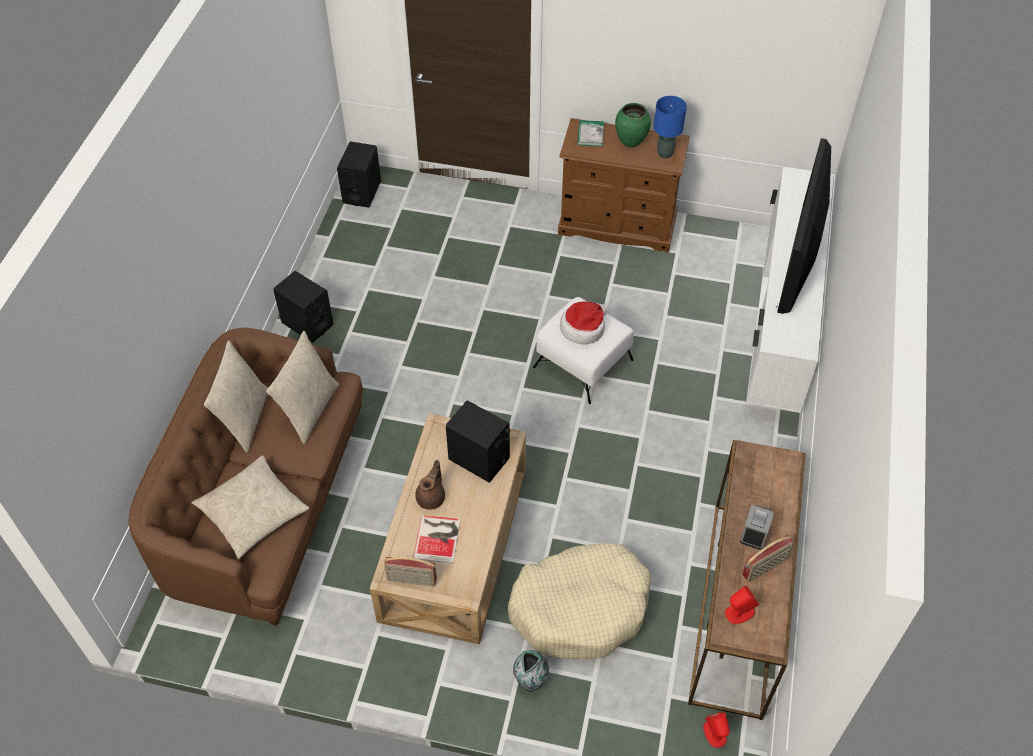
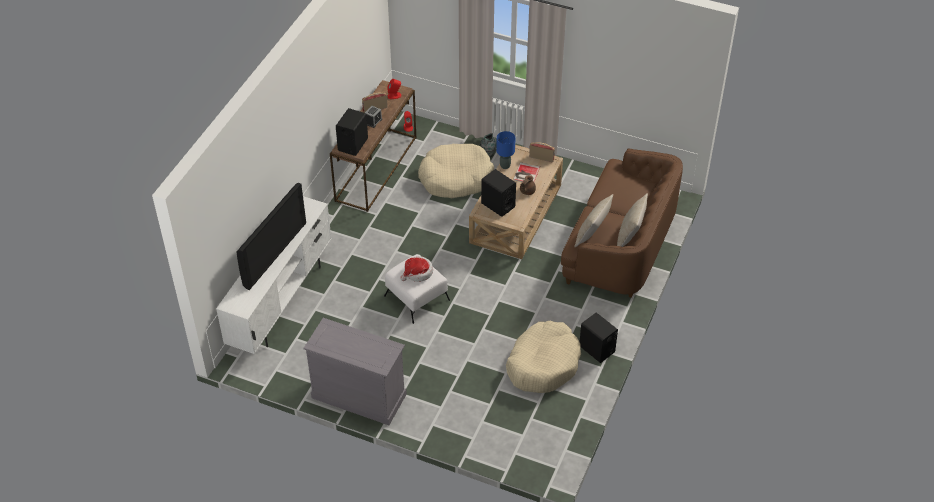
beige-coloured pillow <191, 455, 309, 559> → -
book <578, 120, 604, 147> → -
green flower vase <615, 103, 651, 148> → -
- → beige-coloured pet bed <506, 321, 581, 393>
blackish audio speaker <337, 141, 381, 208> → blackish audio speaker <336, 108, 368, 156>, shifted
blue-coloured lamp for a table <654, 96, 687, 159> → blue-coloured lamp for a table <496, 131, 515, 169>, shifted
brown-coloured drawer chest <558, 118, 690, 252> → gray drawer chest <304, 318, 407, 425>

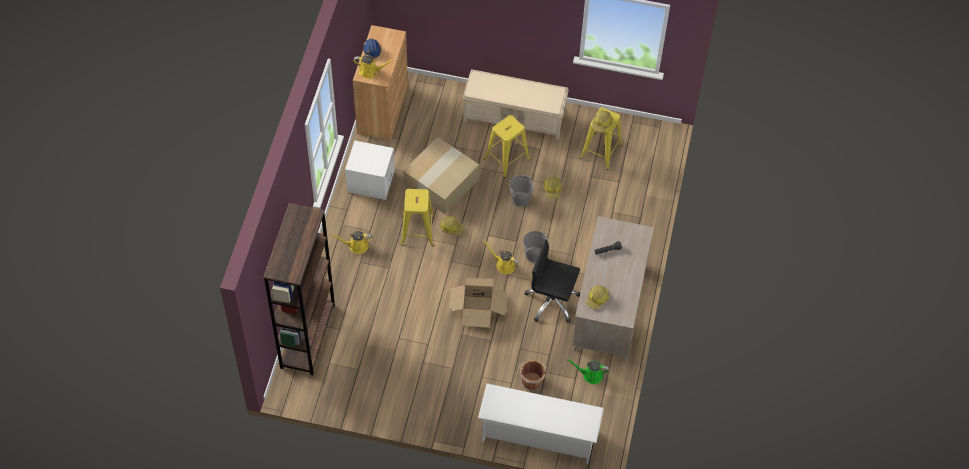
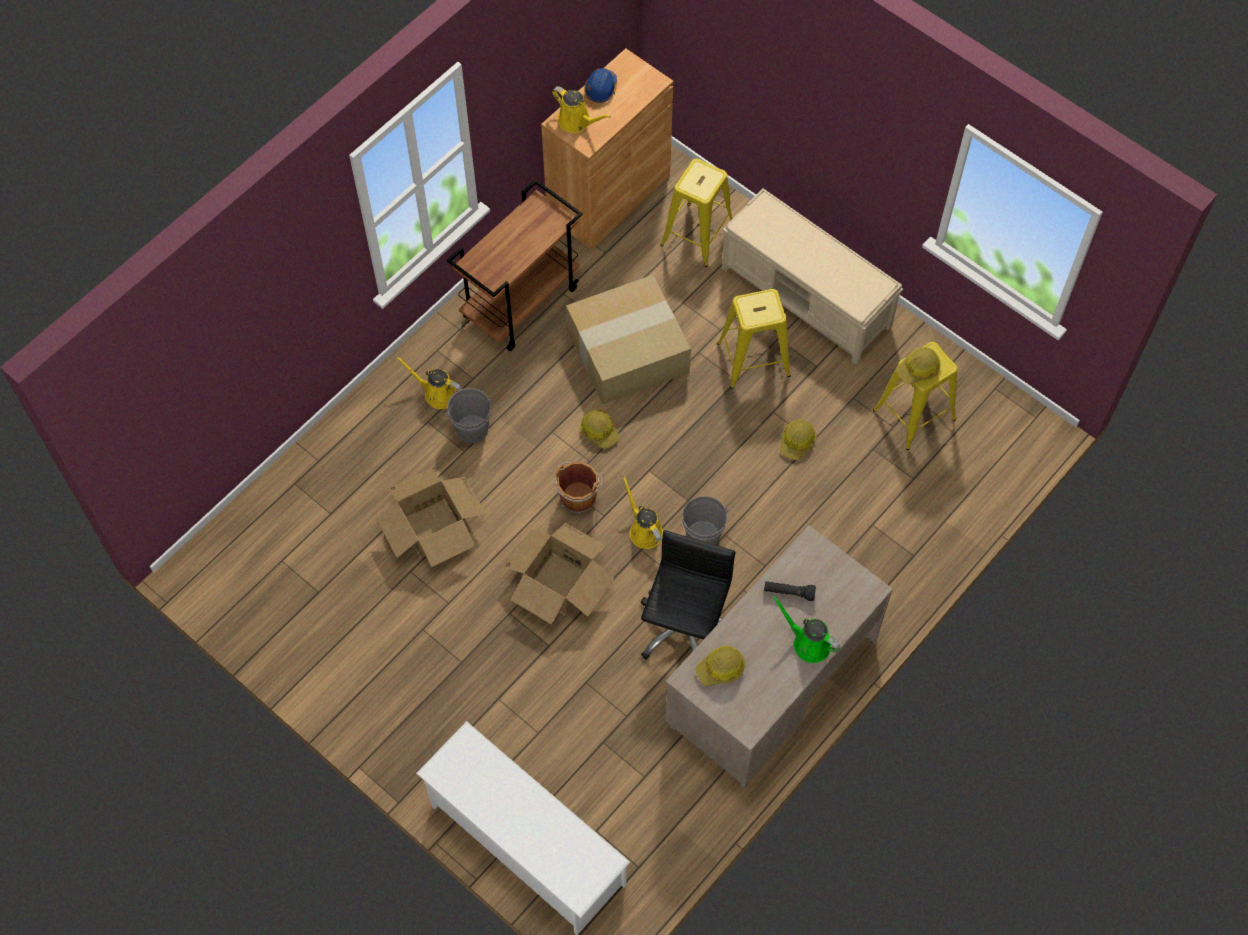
brown-coloured shelving unit <263, 203, 335, 375> → -
- → packing box <376, 468, 486, 567>
yellow-coloured sitting stool <401, 189, 435, 246> → yellow-coloured sitting stool <660, 159, 733, 267>, shifted
gray pail <510, 175, 534, 207> → gray pail <445, 388, 492, 443>, shifted
brown-coloured pail <519, 360, 547, 391> → brown-coloured pail <556, 462, 603, 514>, shifted
green sprinkling can <567, 359, 609, 384> → green sprinkling can <772, 595, 840, 663>, shifted
white night table <345, 140, 395, 200> → brown-coloured cart <447, 179, 583, 351>
blackish office chair <524, 239, 580, 323> → blackish office chair <640, 530, 736, 660>, 60 degrees clockwise

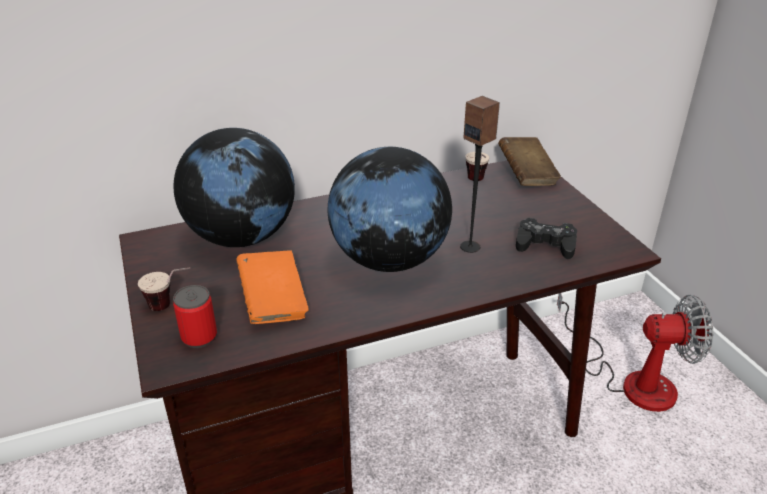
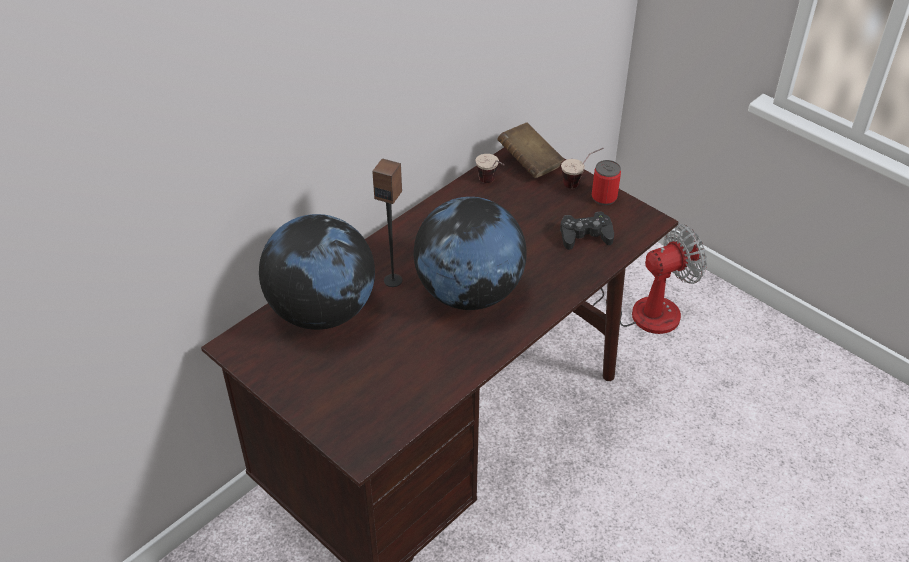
orangey book <236, 250, 309, 324> → -
drinking cup <138, 267, 191, 311> → drinking cup <561, 148, 604, 188>, shifted
metal can <173, 285, 217, 348> → metal can <592, 160, 621, 205>, shifted
audio speaker <460, 96, 500, 253> → audio speaker <372, 158, 403, 287>, shifted

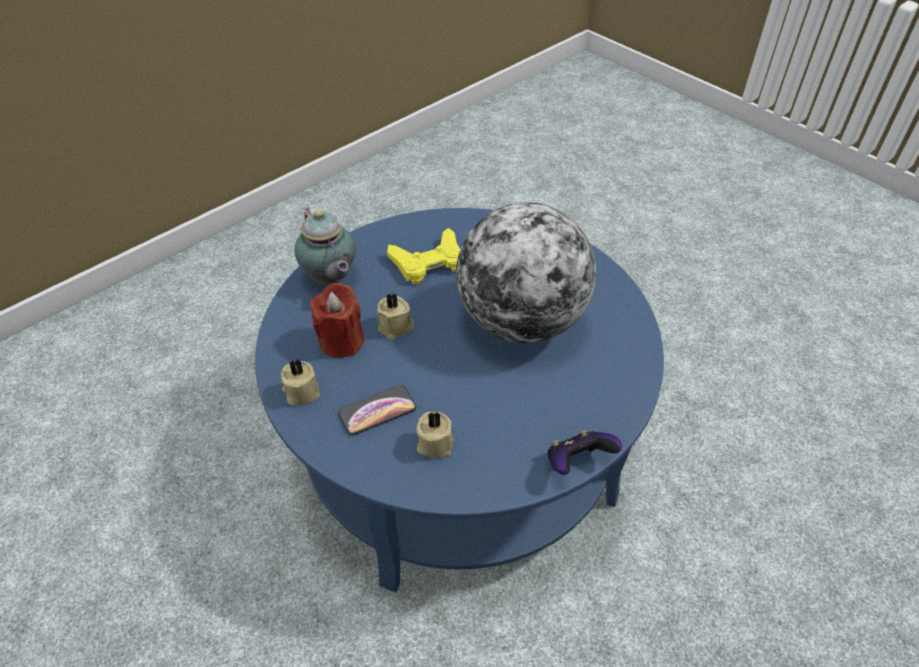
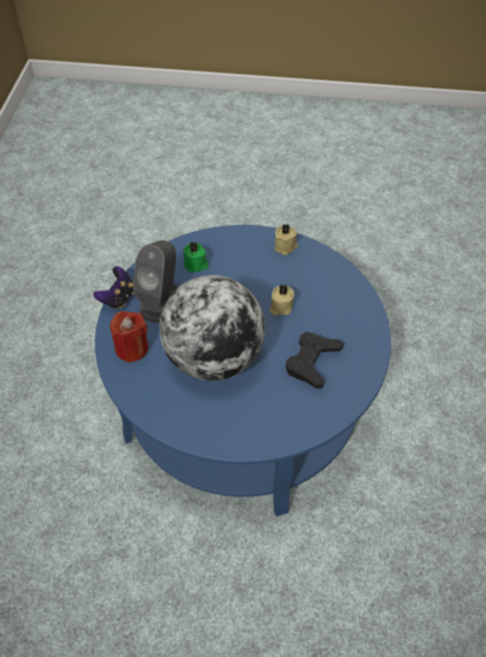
pot for tea <295, 207, 356, 284> → -
phone <338, 385, 416, 435> → -
- → gray audio speaker <133, 240, 178, 323>
reddish wax light <310, 283, 364, 358> → reddish wax light <110, 311, 148, 363>, shifted
yellow-coloured joypad <387, 228, 460, 284> → blackish joypad <286, 332, 344, 388>
beige-coloured wax light <417, 410, 454, 458> → green wax light <183, 242, 209, 273>

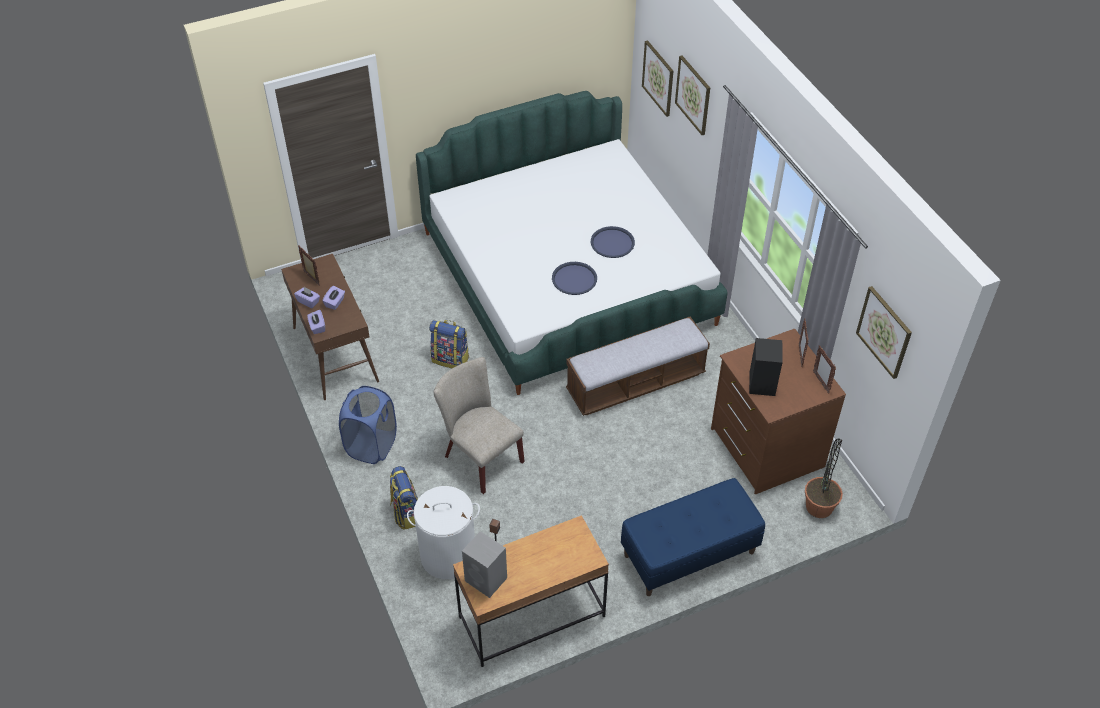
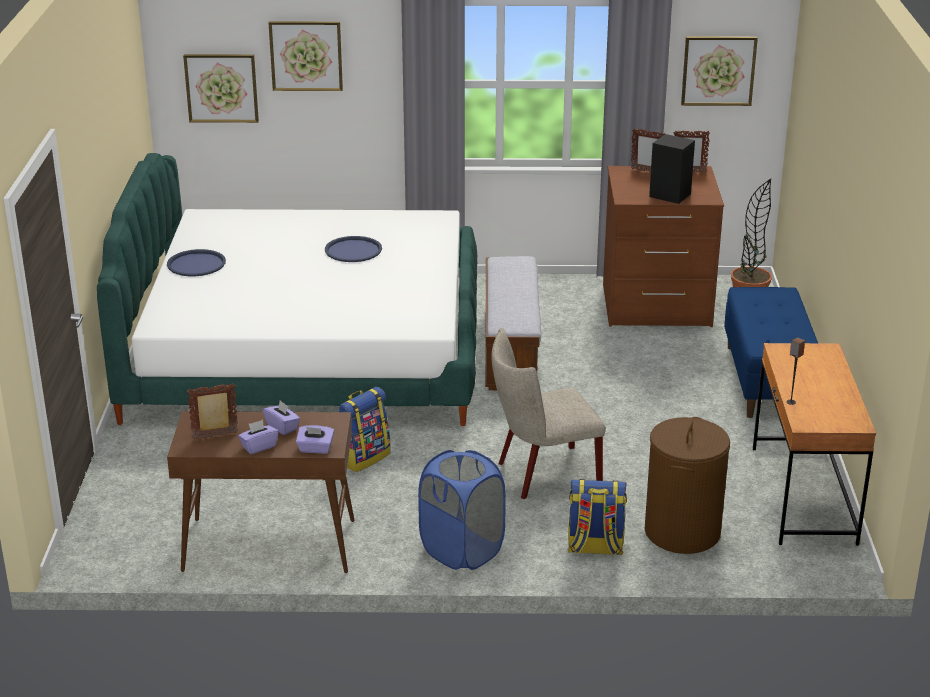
gray audio speaker <462, 531, 507, 598> → -
blue-coloured tray <552, 262, 597, 295> → blue-coloured tray <167, 249, 226, 276>, shifted
white hamper <407, 486, 480, 579> → brown-coloured hamper <645, 417, 730, 554>

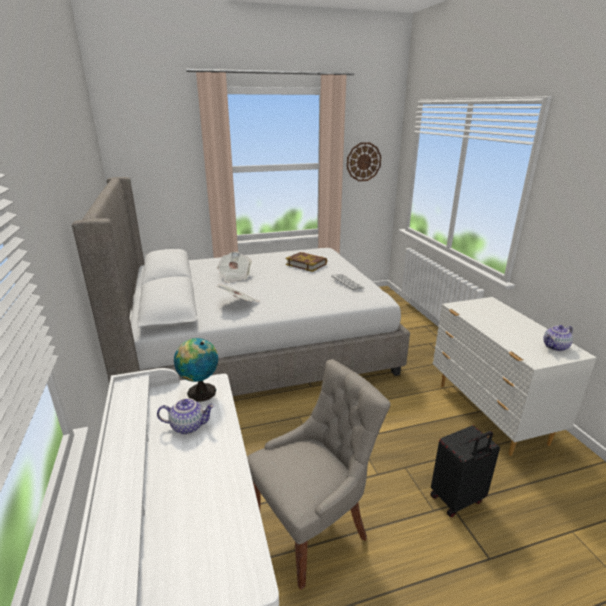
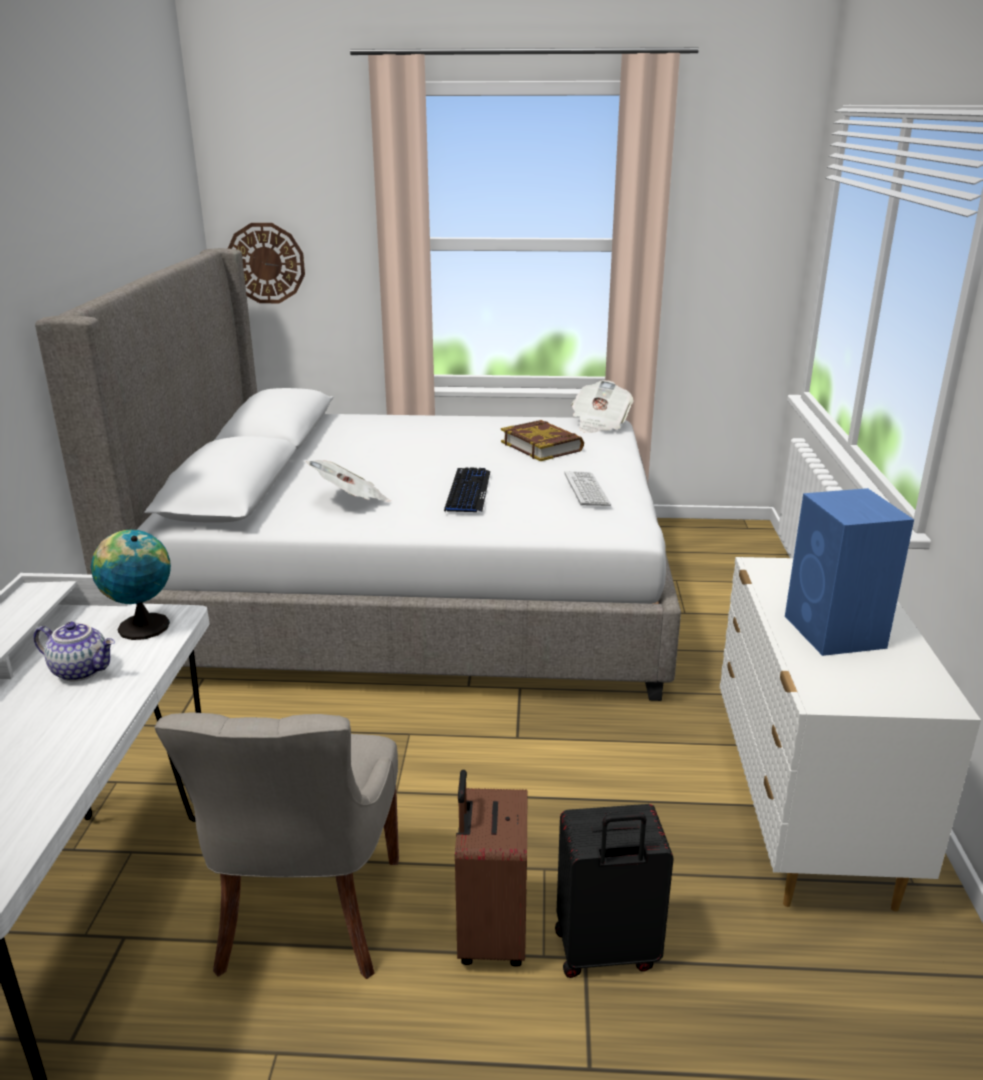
pot for tea <543, 325, 573, 351> → -
- → computer keyboard <444, 467, 490, 512>
- → brown-coloured travel case <455, 770, 528, 967>
- → blue-coloured audio speaker <785, 488, 914, 656>
printed paper <217, 252, 252, 283> → printed paper <571, 380, 634, 433>, shifted
clock on the wall <347, 142, 381, 181> → clock on the wall <228, 223, 305, 303>, shifted
gray plain chair <247, 359, 391, 590> → gray plain chair <155, 712, 399, 979>, 105 degrees clockwise

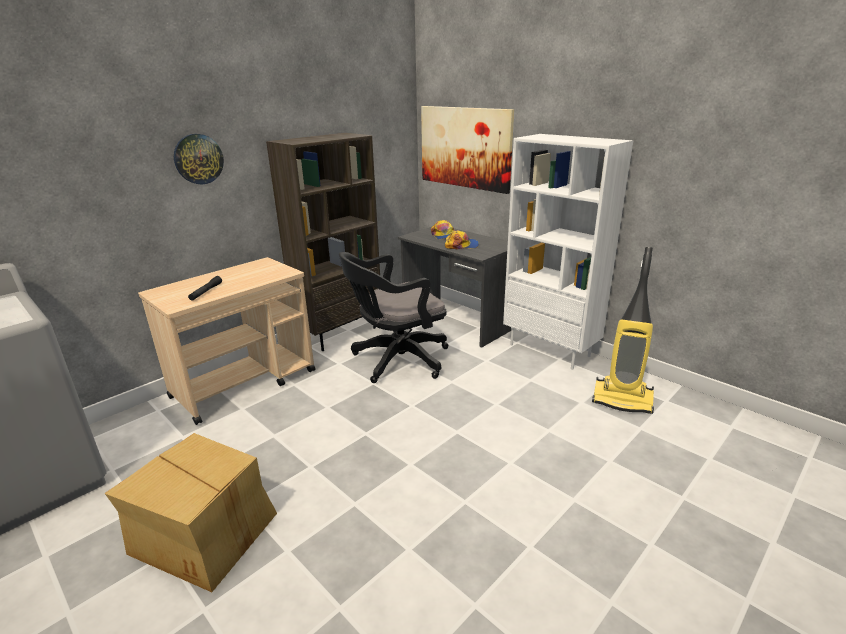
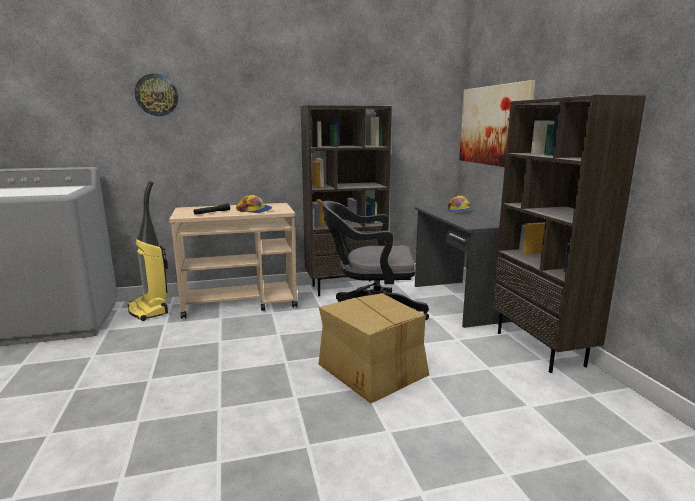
packing box <105, 433, 277, 592> → packing box <318, 293, 429, 403>, shifted
clock on the wall <174, 134, 224, 184> → clock on the wall <135, 74, 178, 116>, shifted
baseball cap <445, 230, 479, 250> → baseball cap <236, 195, 273, 213>, shifted
hoover <592, 247, 654, 414> → hoover <128, 181, 168, 321>, shifted
white shelving unit <503, 134, 634, 370> → brown-coloured shelving unit <492, 95, 646, 373>

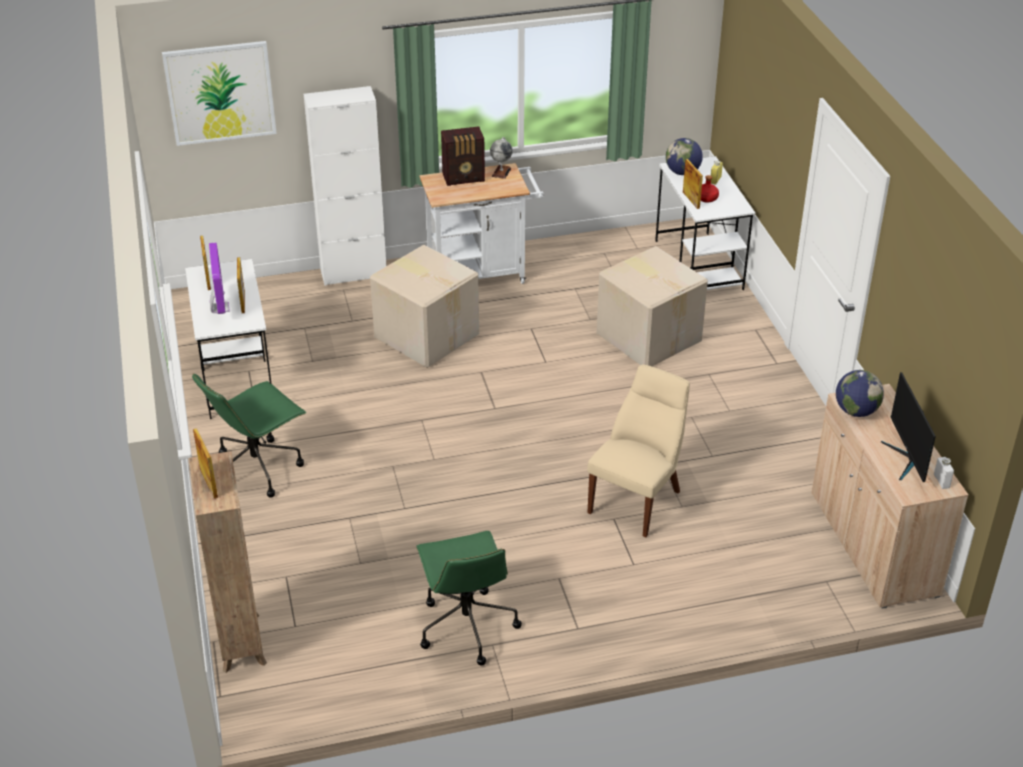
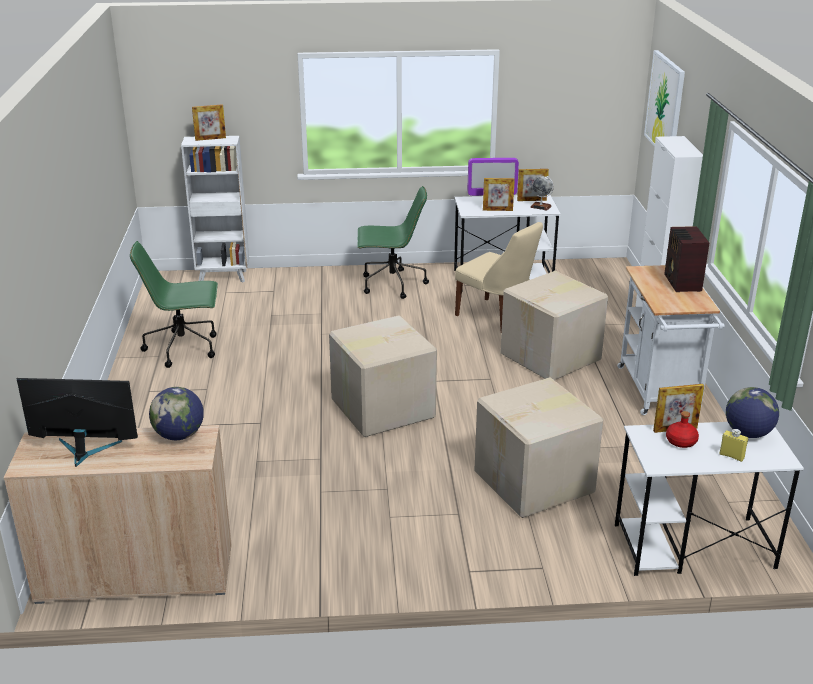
white bottle <934, 457, 954, 489> → -
- → packing box <329, 315, 437, 437>
desk globe <490, 137, 513, 179> → desk globe <530, 176, 554, 211>, shifted
beige-coloured plain chair <587, 365, 690, 538> → beige-coloured plain chair <455, 222, 543, 332>, shifted
brown-coloured shelving unit <189, 451, 267, 673> → white shelving unit <181, 136, 249, 282>
green office chair <192, 373, 306, 498> → green office chair <357, 186, 429, 299>, 120 degrees clockwise

